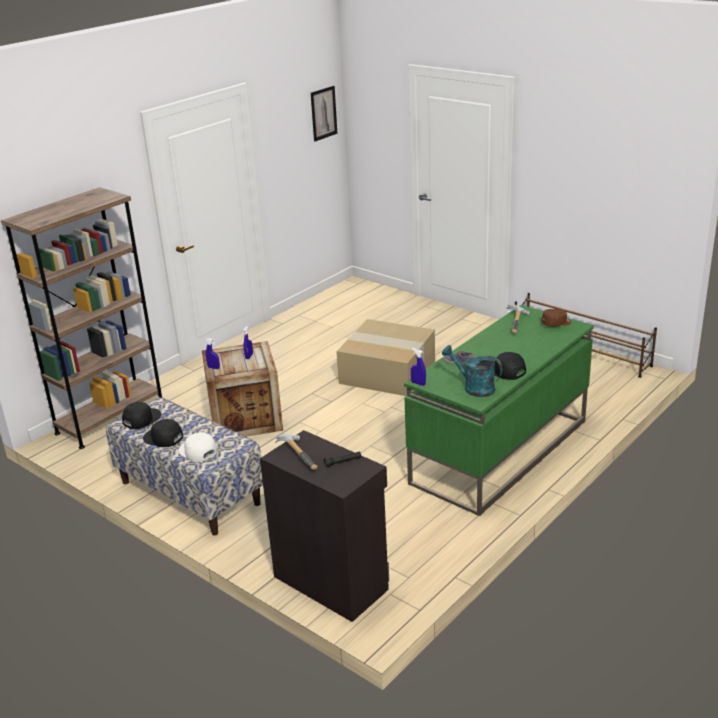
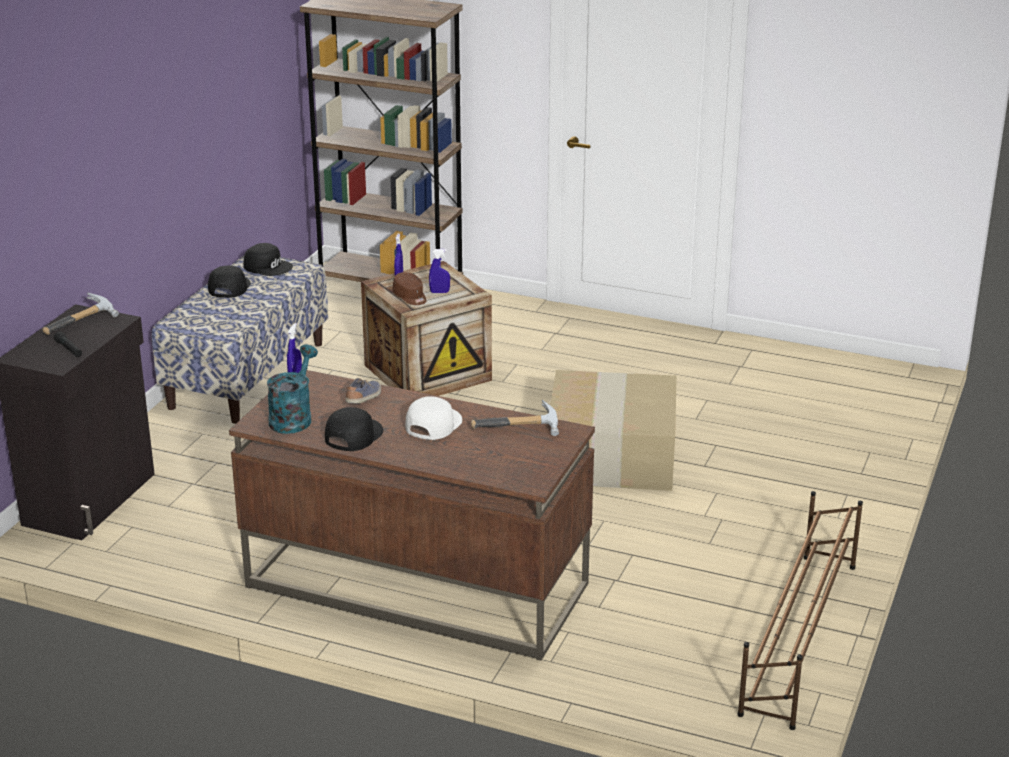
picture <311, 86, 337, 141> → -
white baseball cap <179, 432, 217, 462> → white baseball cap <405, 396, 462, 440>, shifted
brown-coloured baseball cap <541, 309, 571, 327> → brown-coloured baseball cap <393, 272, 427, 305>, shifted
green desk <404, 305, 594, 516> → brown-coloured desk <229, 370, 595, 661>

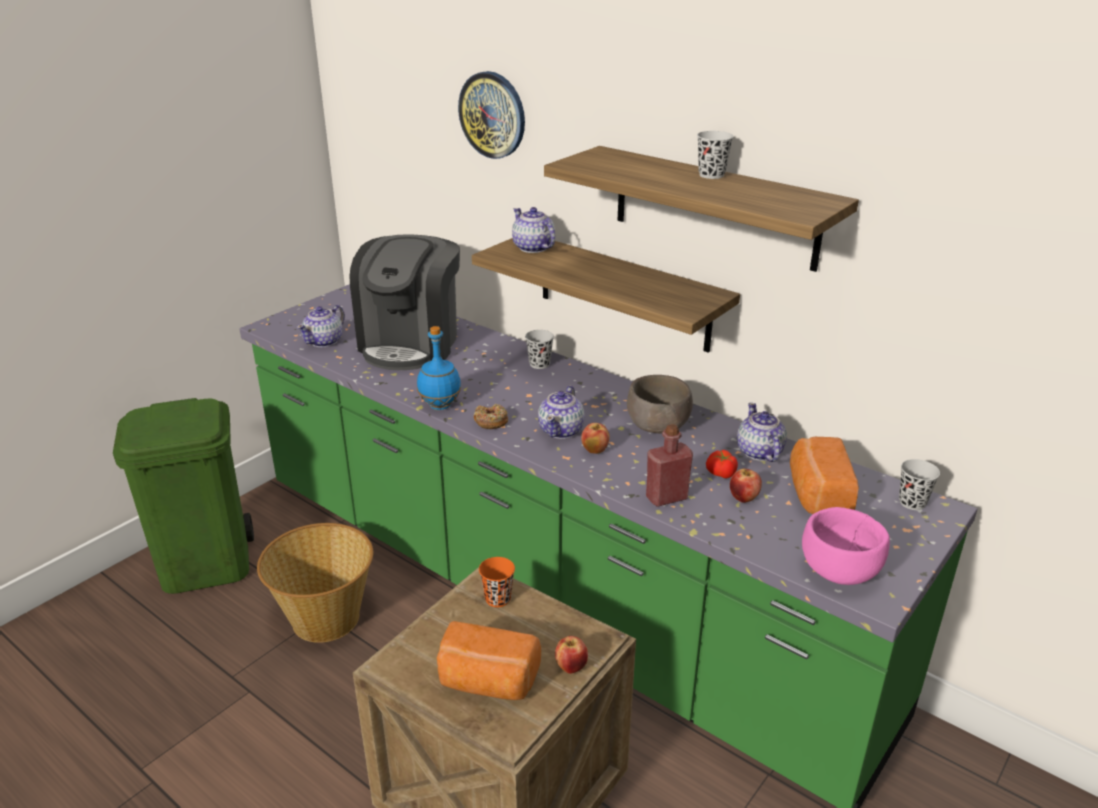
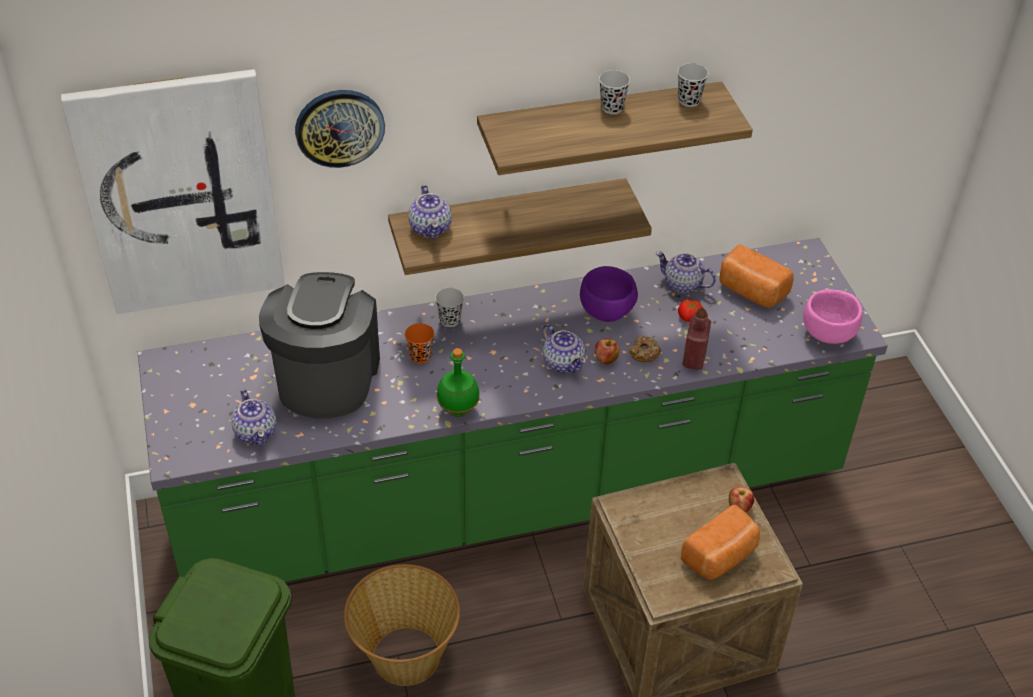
apple fruit <730, 469, 762, 503> → -
- → picture <61, 69, 285, 314>
donut <474, 404, 508, 429> → donut <629, 336, 661, 362>, shifted
orangey drinking cup <479, 557, 515, 607> → orangey drinking cup <405, 323, 434, 364>, shifted
blackish drinking cup <899, 459, 940, 510> → blackish drinking cup <678, 63, 709, 107>, shifted
blue-coloured bottle <417, 326, 461, 410> → green bottle <437, 348, 480, 417>
brown-coloured serving bowl <627, 375, 693, 434> → purple serving bowl <580, 266, 638, 322>
coffee brewer <349, 234, 460, 370> → coffee brewer <259, 272, 380, 419>, 135 degrees counterclockwise
pot for tea <512, 207, 555, 253> → pot for tea <408, 185, 452, 239>, 105 degrees counterclockwise

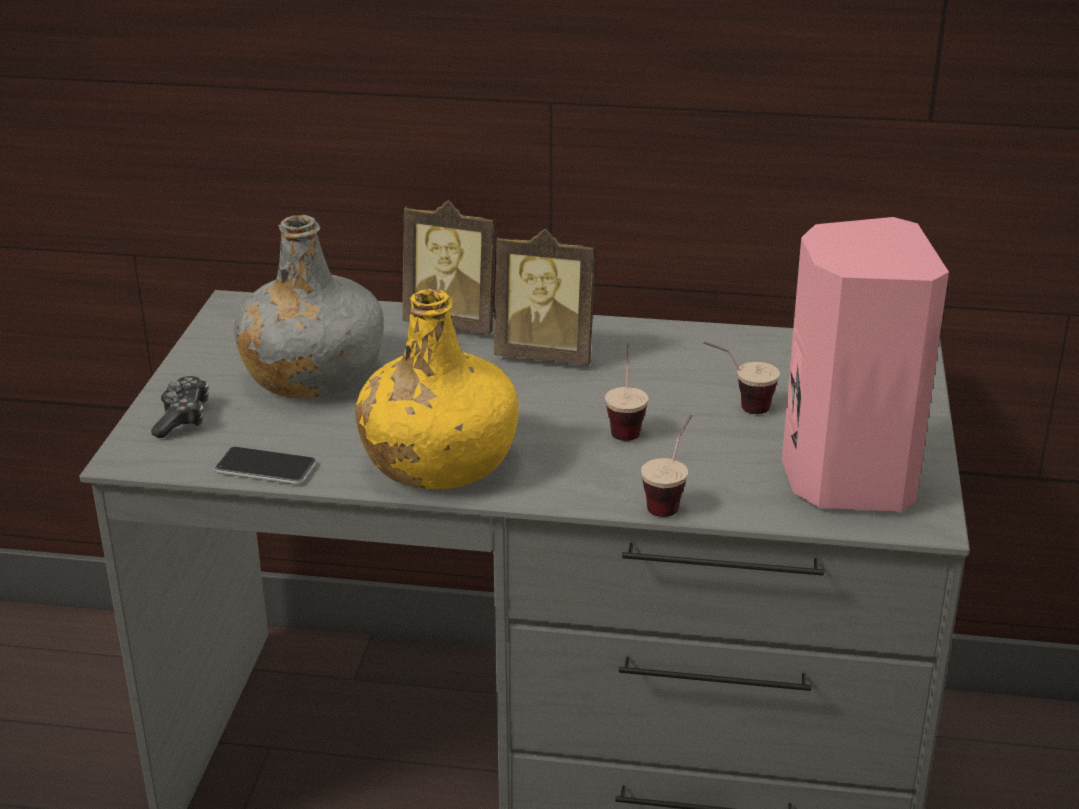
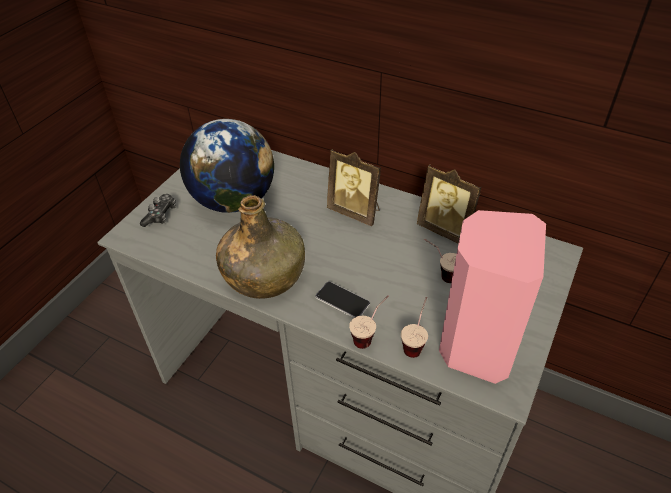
phone <215, 446, 316, 485> → phone <315, 282, 370, 318>, shifted
standing frame <402, 200, 496, 334> → standing frame <417, 165, 481, 244>, shifted
drinking cup <605, 344, 648, 441> → drinking cup <401, 297, 428, 358>, shifted
gray bottle <234, 215, 384, 398> → desk globe <180, 119, 274, 213>
yellow-coloured bottle <355, 289, 518, 489> → green bottle <216, 195, 305, 299>

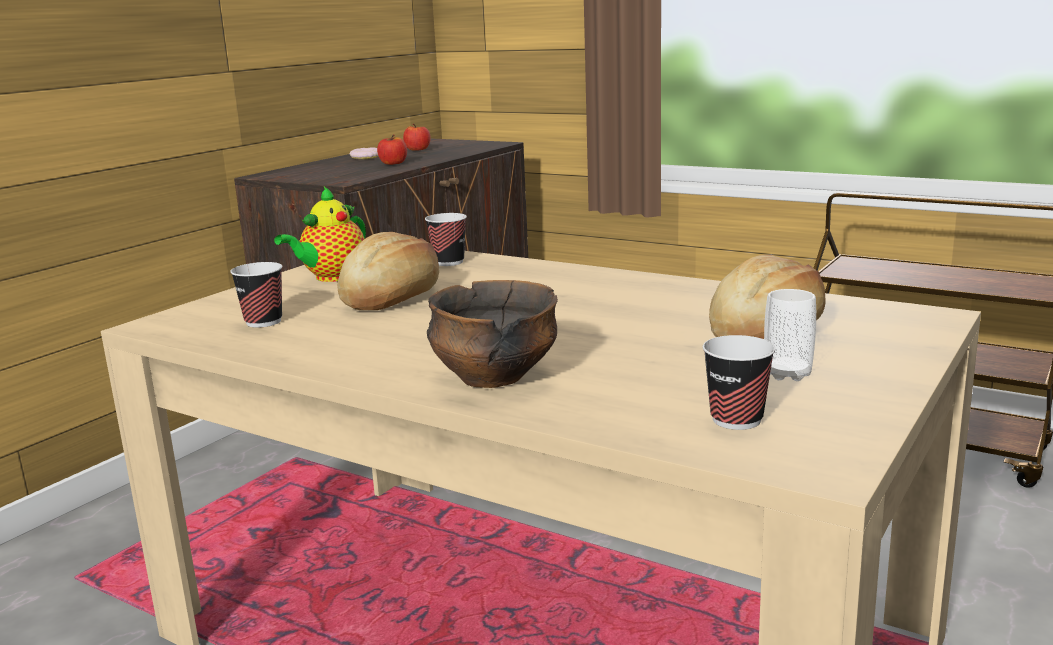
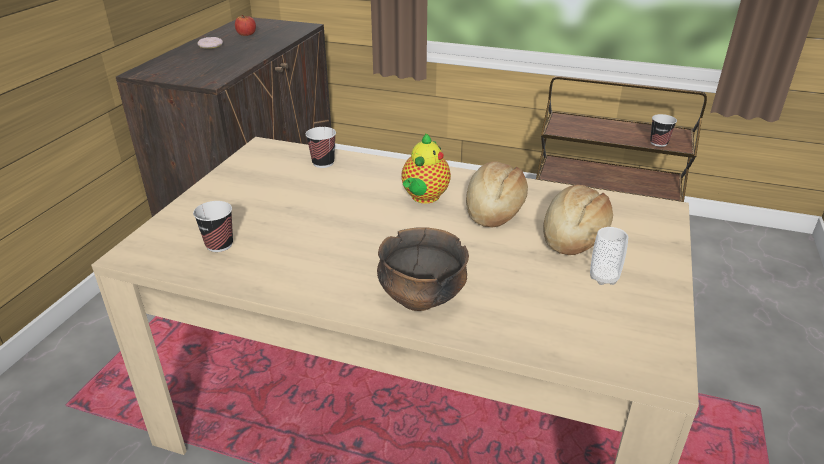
apple fruit <377, 134, 407, 165> → -
pot for tea <274, 187, 366, 282> → pot for tea <401, 133, 451, 204>, shifted
baked bread <337, 232, 439, 310> → baked bread <466, 161, 528, 228>, shifted
drinking cup <703, 335, 775, 430> → drinking cup <650, 114, 677, 147>, shifted

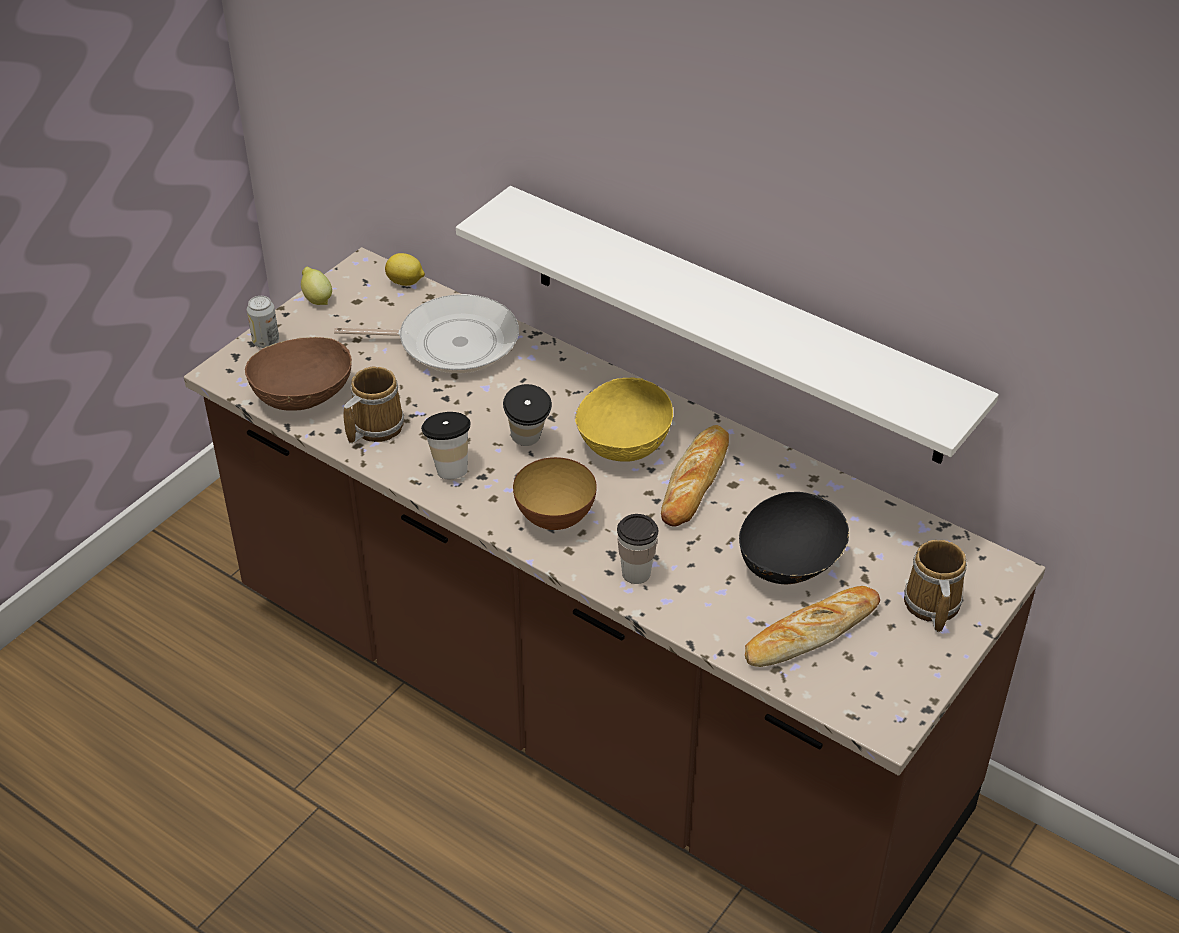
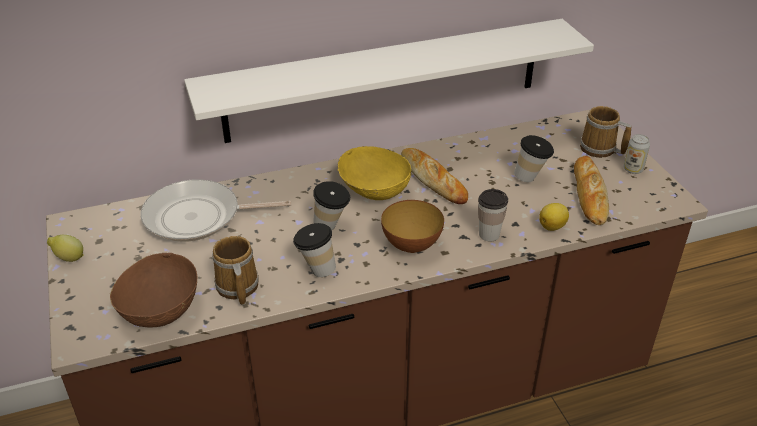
metal can <247, 296, 279, 348> → metal can <623, 134, 650, 174>, shifted
citrus fruit <385, 253, 425, 286> → citrus fruit <539, 203, 569, 231>, shifted
blackish serving bowl <739, 492, 849, 584> → drinking cup <514, 135, 554, 182>
frying pan <334, 294, 519, 373> → frying pan <141, 179, 291, 242>, 135 degrees counterclockwise

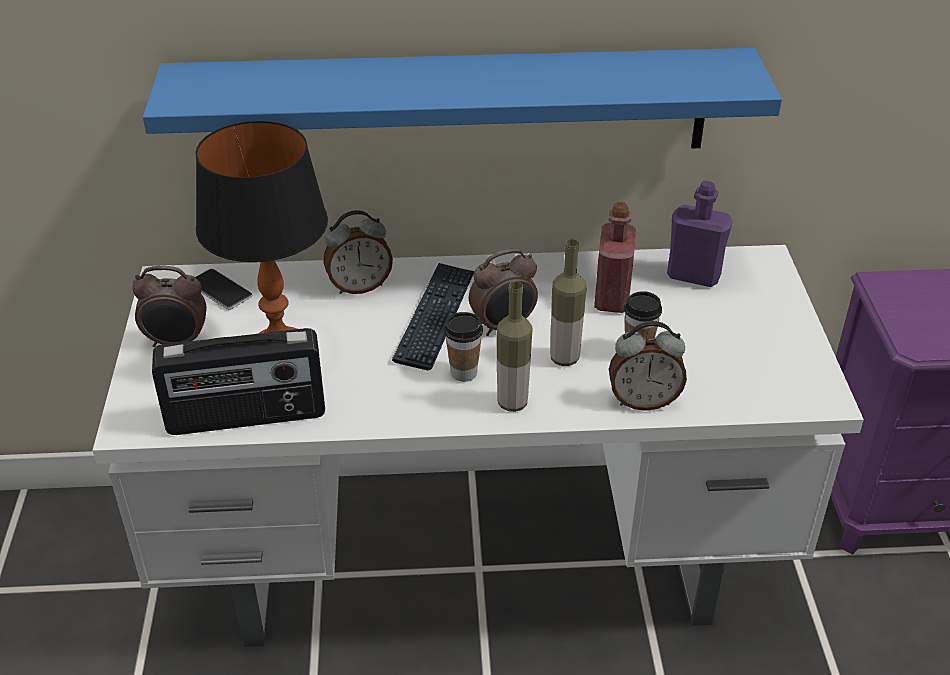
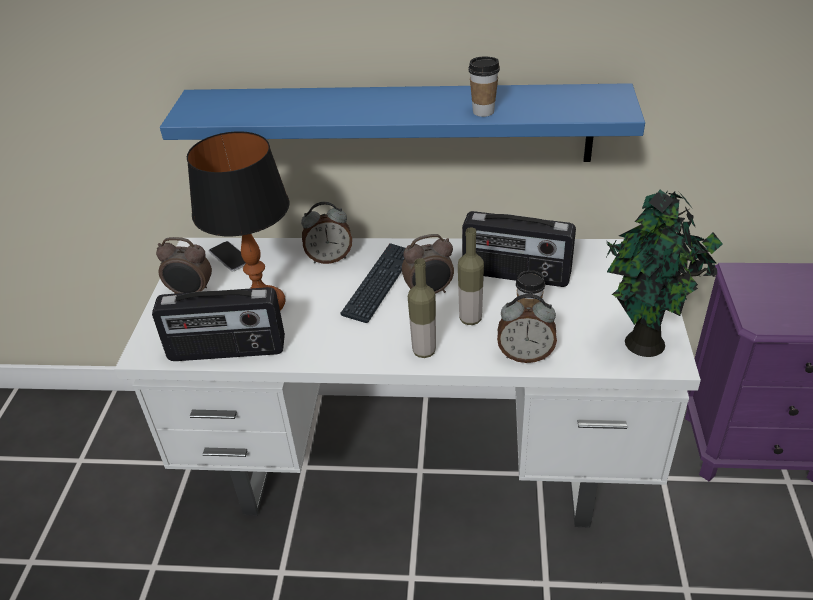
purple bottle <667, 180, 733, 287> → -
- → plant in a pot <607, 190, 722, 357>
drinking cup <444, 312, 483, 382> → drinking cup <469, 57, 500, 117>, shifted
reddish bottle <594, 202, 636, 313> → radio set <462, 211, 576, 287>

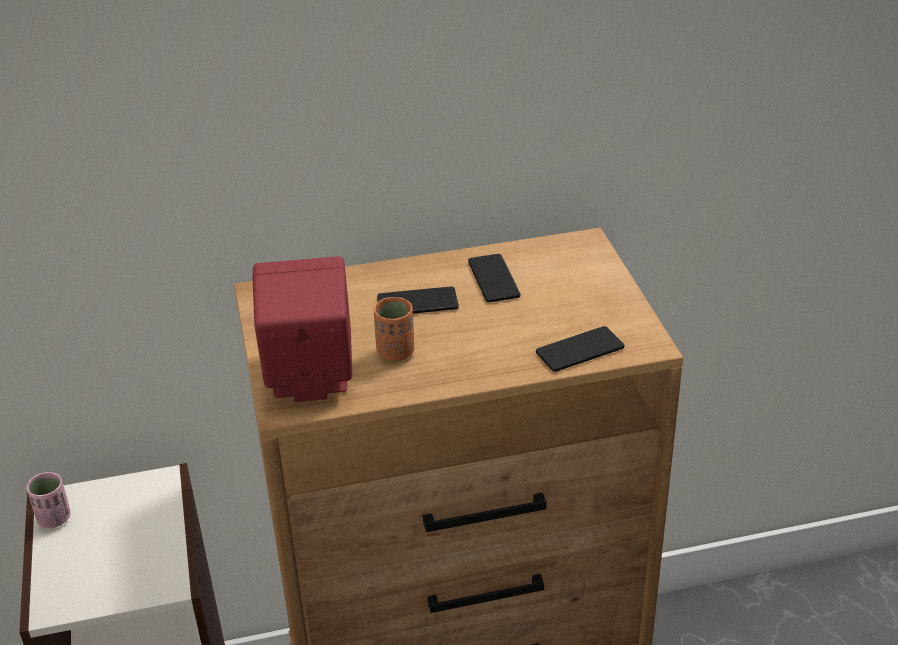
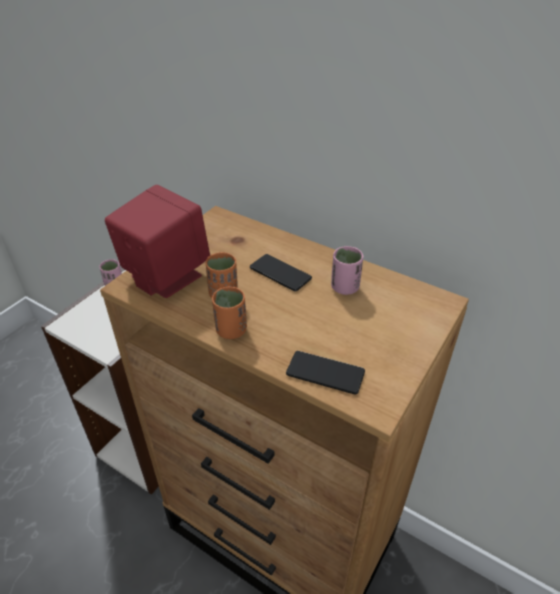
- → orangey drinking cup <212, 287, 247, 339>
phone <468, 254, 521, 302> → pink-coloured drinking cup <331, 246, 364, 295>

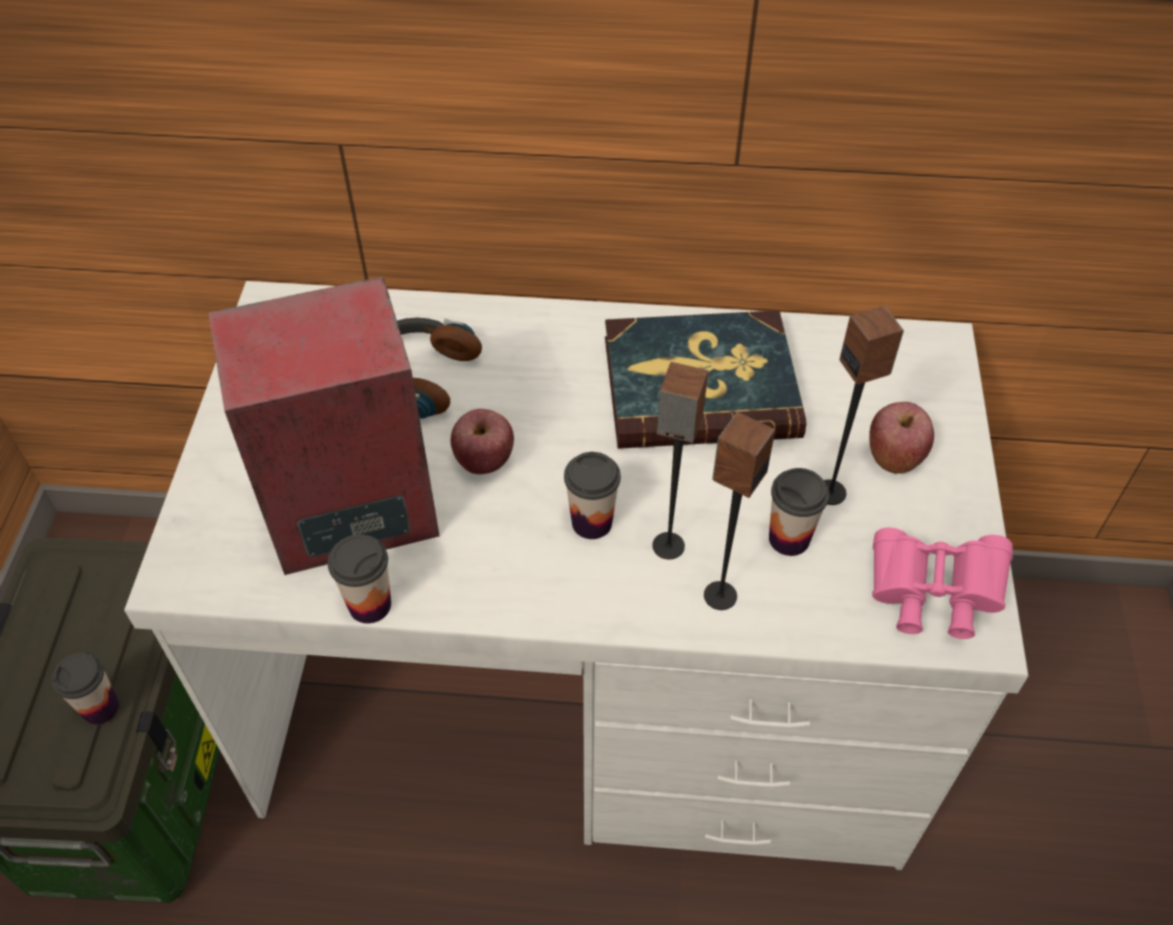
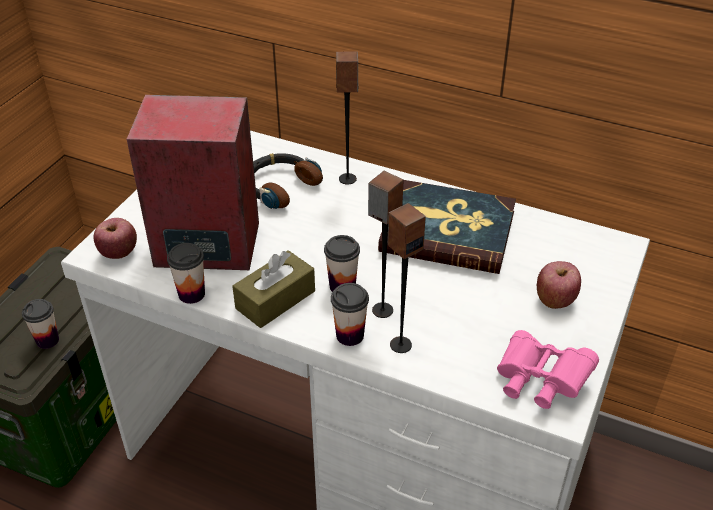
- → brown-coloured tissue box <232, 250, 315, 328>
apple fruit <451, 409, 514, 474> → apple fruit <93, 218, 137, 259>, shifted
drinking cup <769, 468, 829, 556> → drinking cup <331, 283, 369, 346>, shifted
audio speaker <824, 306, 904, 505> → audio speaker <336, 51, 359, 184>, shifted

